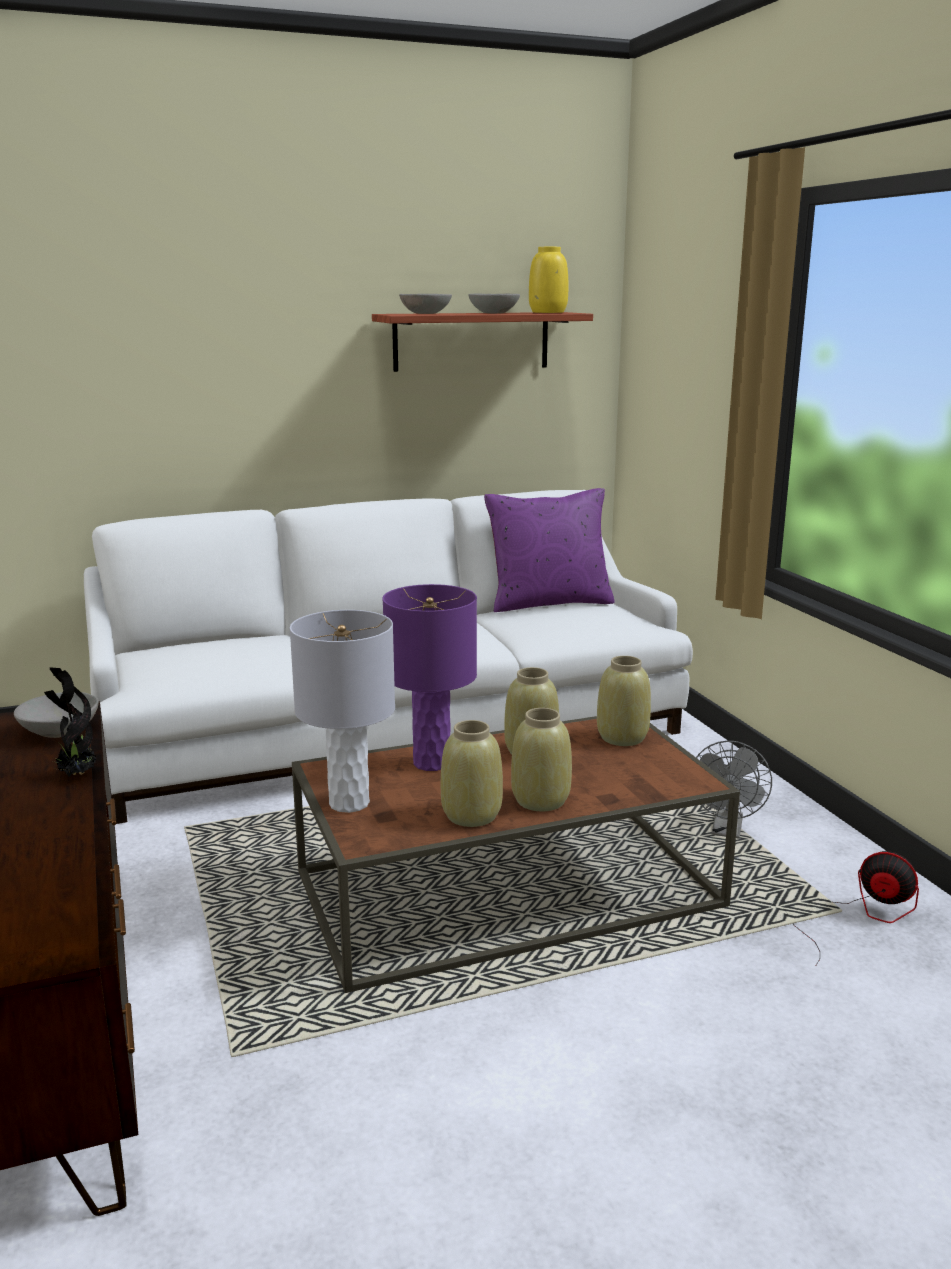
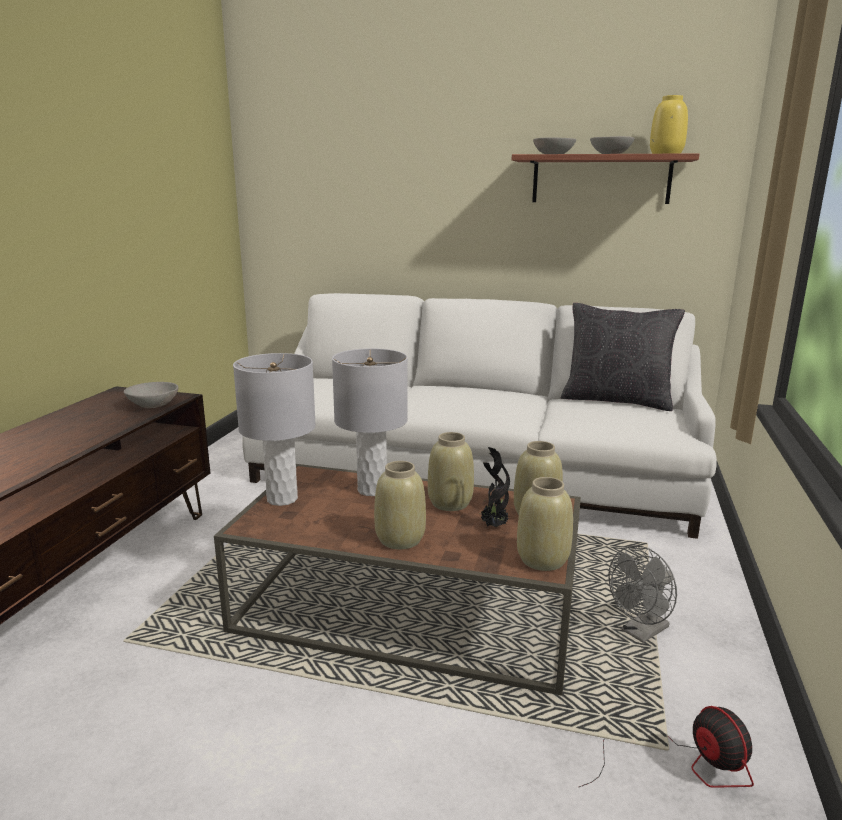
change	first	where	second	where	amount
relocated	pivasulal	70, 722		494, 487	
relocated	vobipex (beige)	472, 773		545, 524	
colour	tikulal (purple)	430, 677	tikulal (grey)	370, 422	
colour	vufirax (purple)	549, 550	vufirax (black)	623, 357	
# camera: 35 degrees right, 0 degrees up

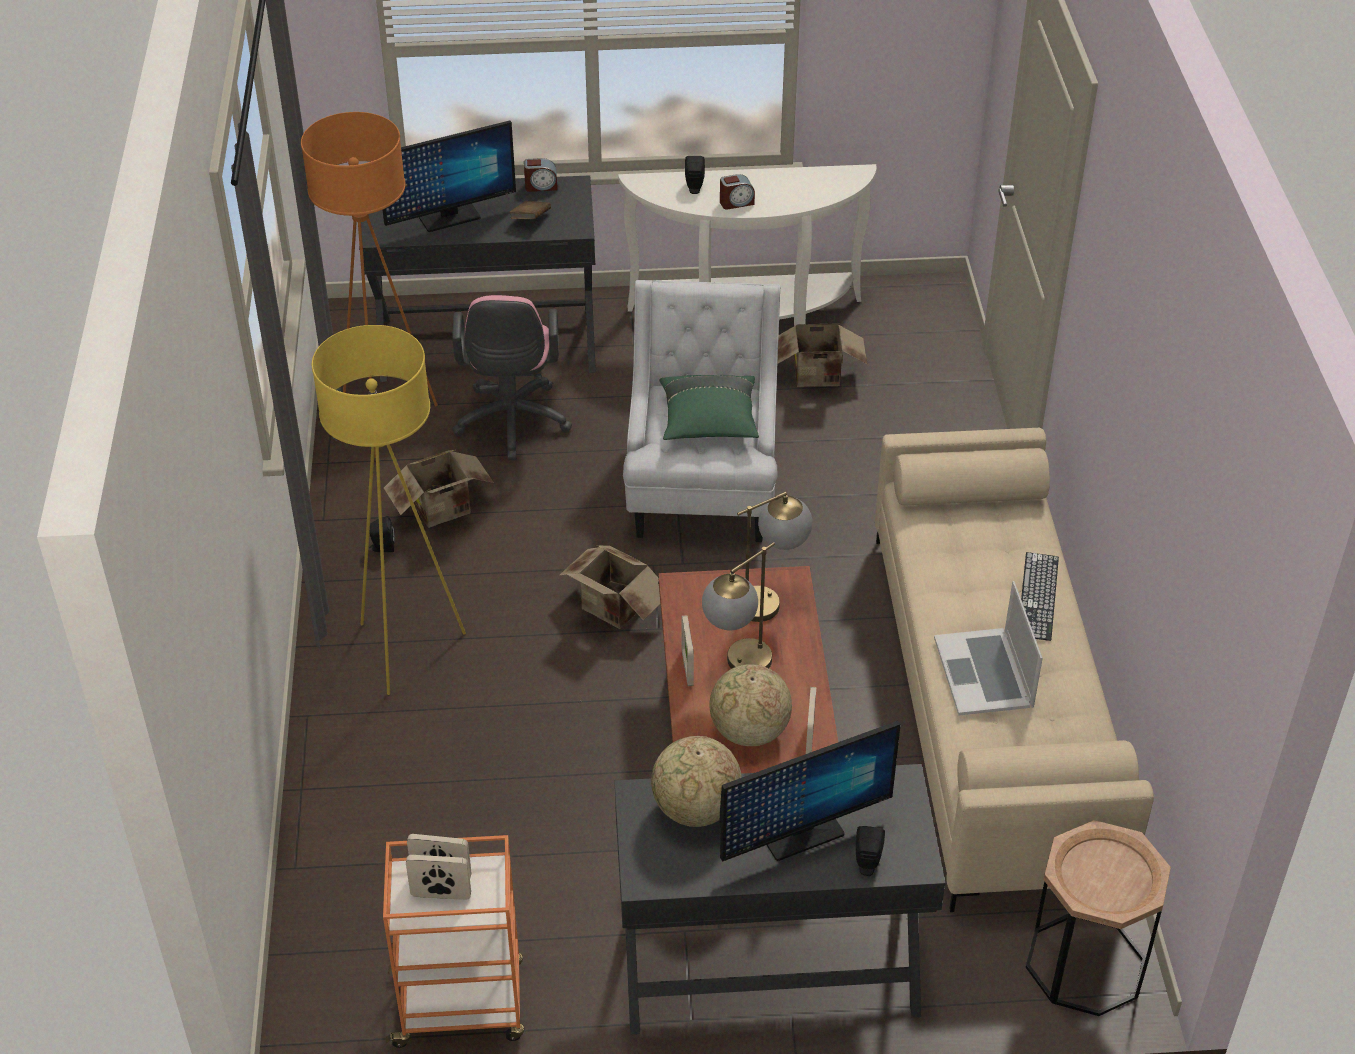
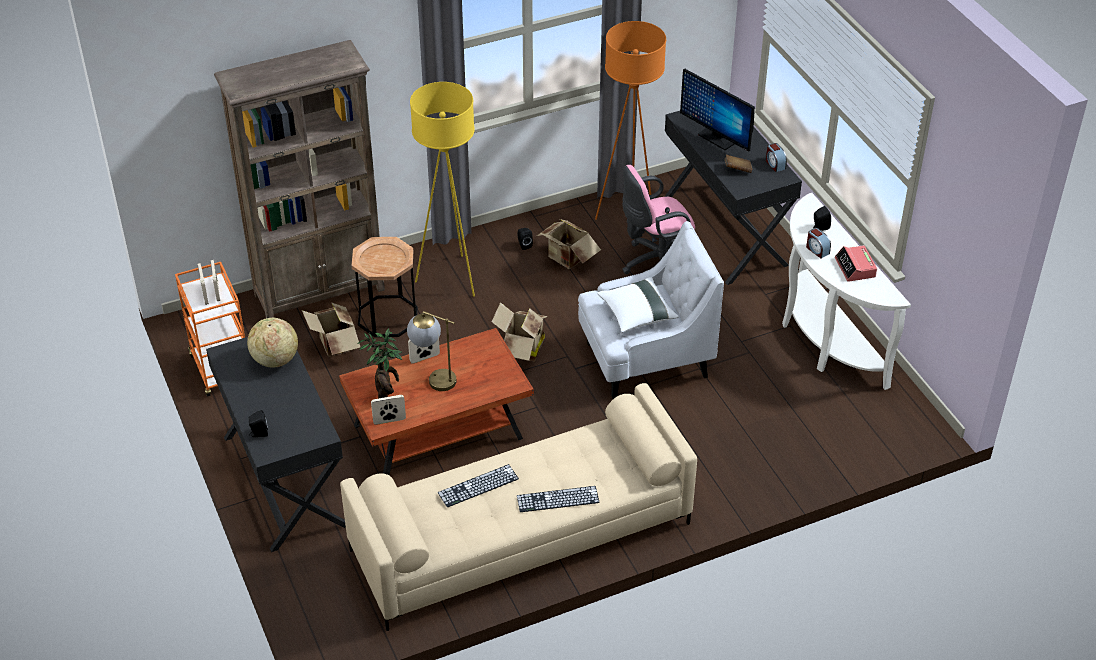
change	first	where	second	where	amount
missing	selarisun	810, 791			
missing	tikulal	774, 557			
appeared			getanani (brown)	299, 179	
appeared			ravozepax	856, 263	
relocated	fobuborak	822, 355		331, 329	
relocated	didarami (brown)	1098, 918		385, 287	
exchanged	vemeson	750, 705	pivasulal	380, 364	
exchanged	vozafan	988, 648	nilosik	478, 485	
colour	vufirax (green)	709, 407	vufirax (white)	638, 305	
# camera: 70 degrees right, 0 degrees up

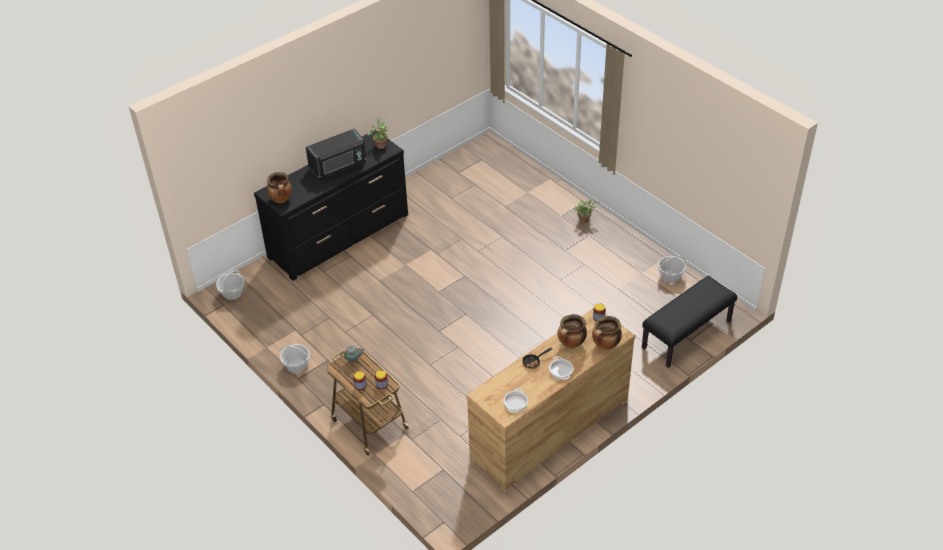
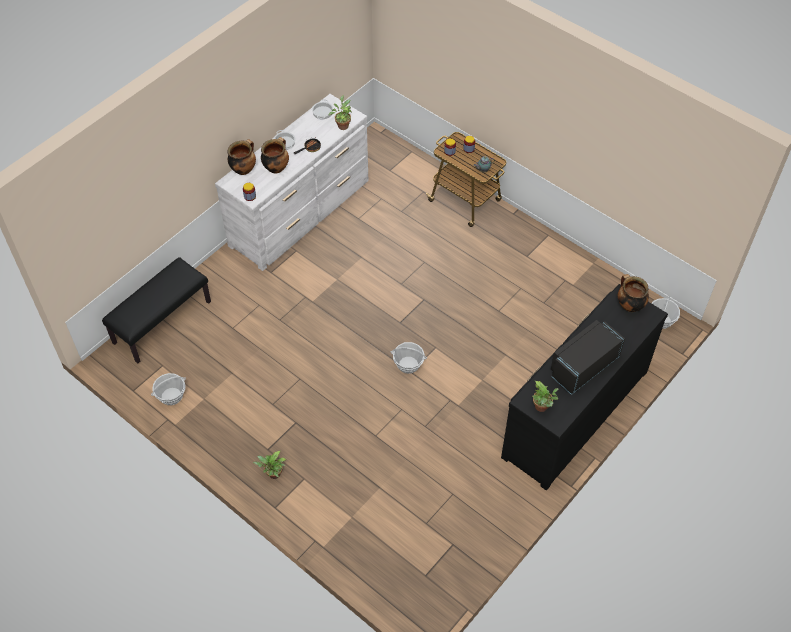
change	first	where	second	where	amount
appeared			pivasulal	340, 112	
relocated	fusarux	294, 358		409, 358	
colour	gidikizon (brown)	550, 400	gidikizon (white)	291, 182	
# camera: 170 degrees right, 10 degrees up

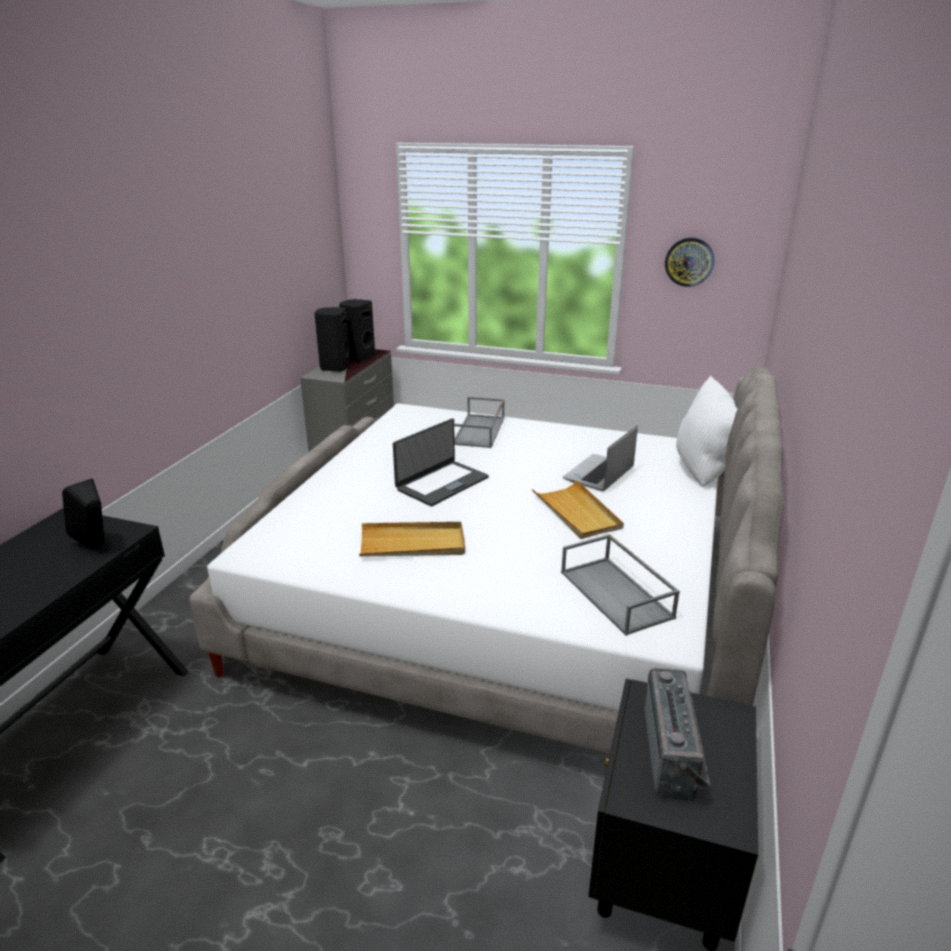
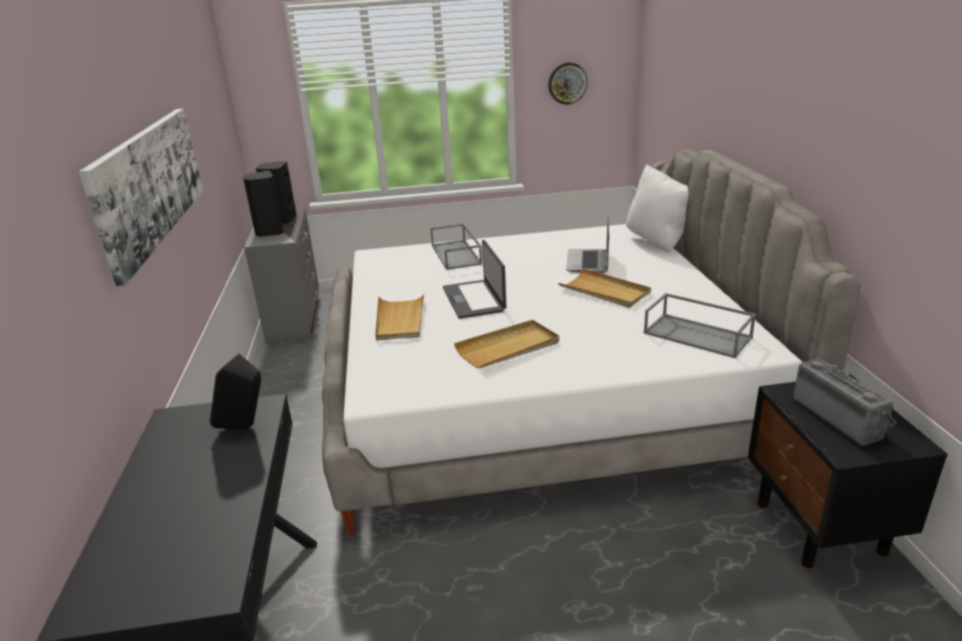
change	first	where	second	where	amount
appeared			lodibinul	141, 197	
appeared			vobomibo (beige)	399, 317	
spun	vozafan	441, 462		474, 279	150 degrees clockwise
# camera: 25 degrees left, 0 degrees up

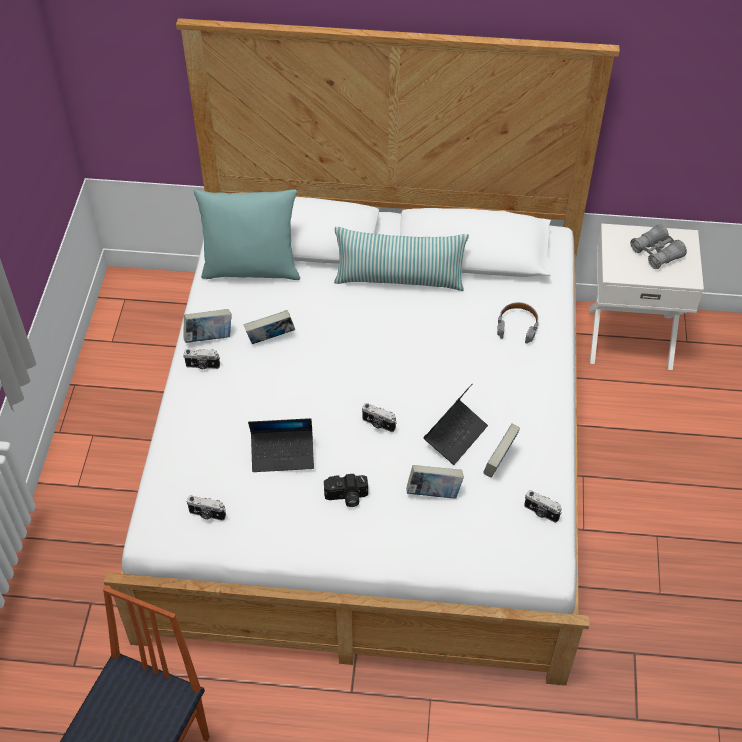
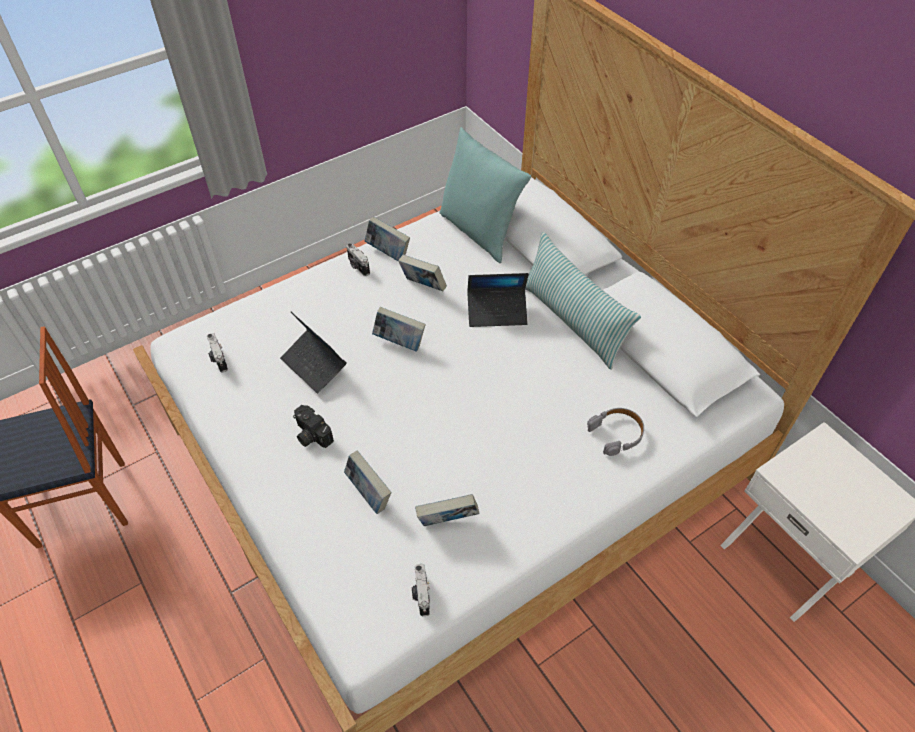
change	first	where	second	where	amount
missing	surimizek	379, 417			
missing	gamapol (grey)	658, 246			
appeared			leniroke	399, 329	
relocated	vozafan	455, 424		498, 300	
# camera: 50 degrees right, 0 degrees up

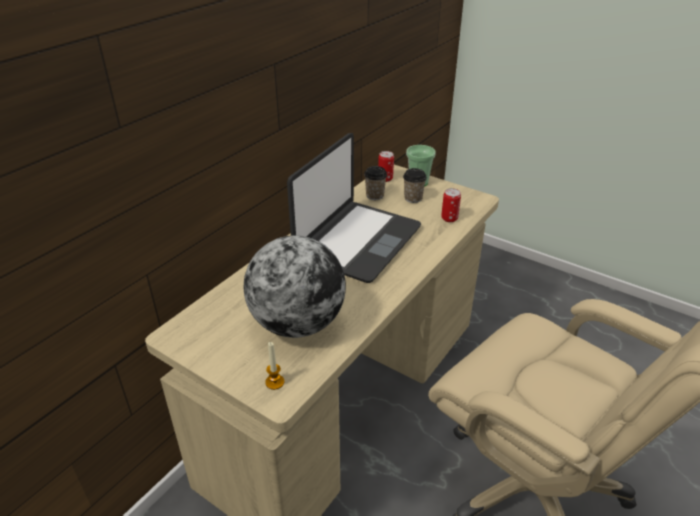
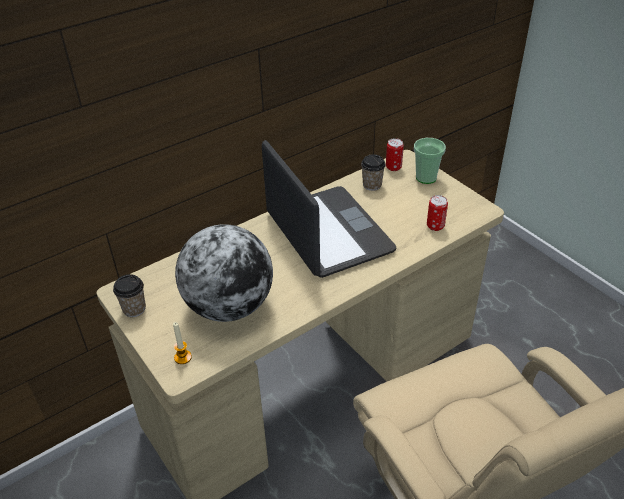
change	first	where	second	where	amount
relocated	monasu	415, 185		129, 295	
spun	vozafan	354, 208		329, 209	75 degrees counterclockwise
# camera: 20 degrees right, 5 degrees up

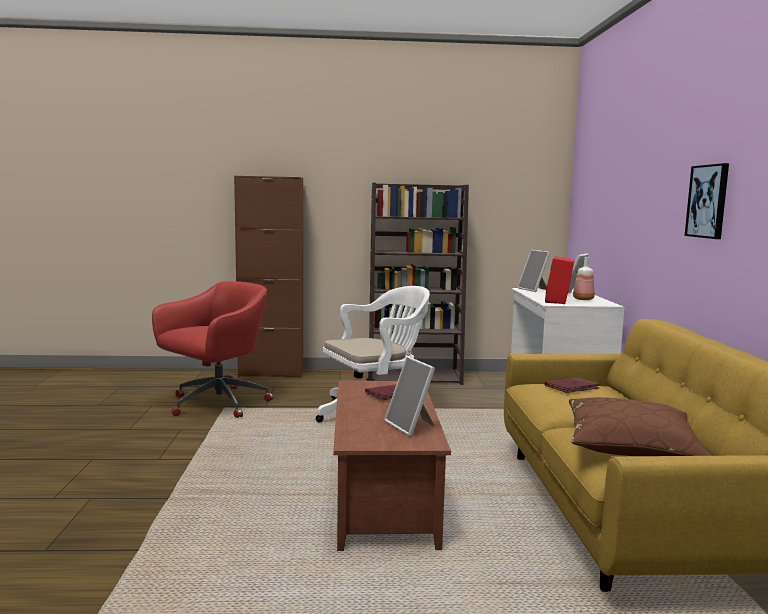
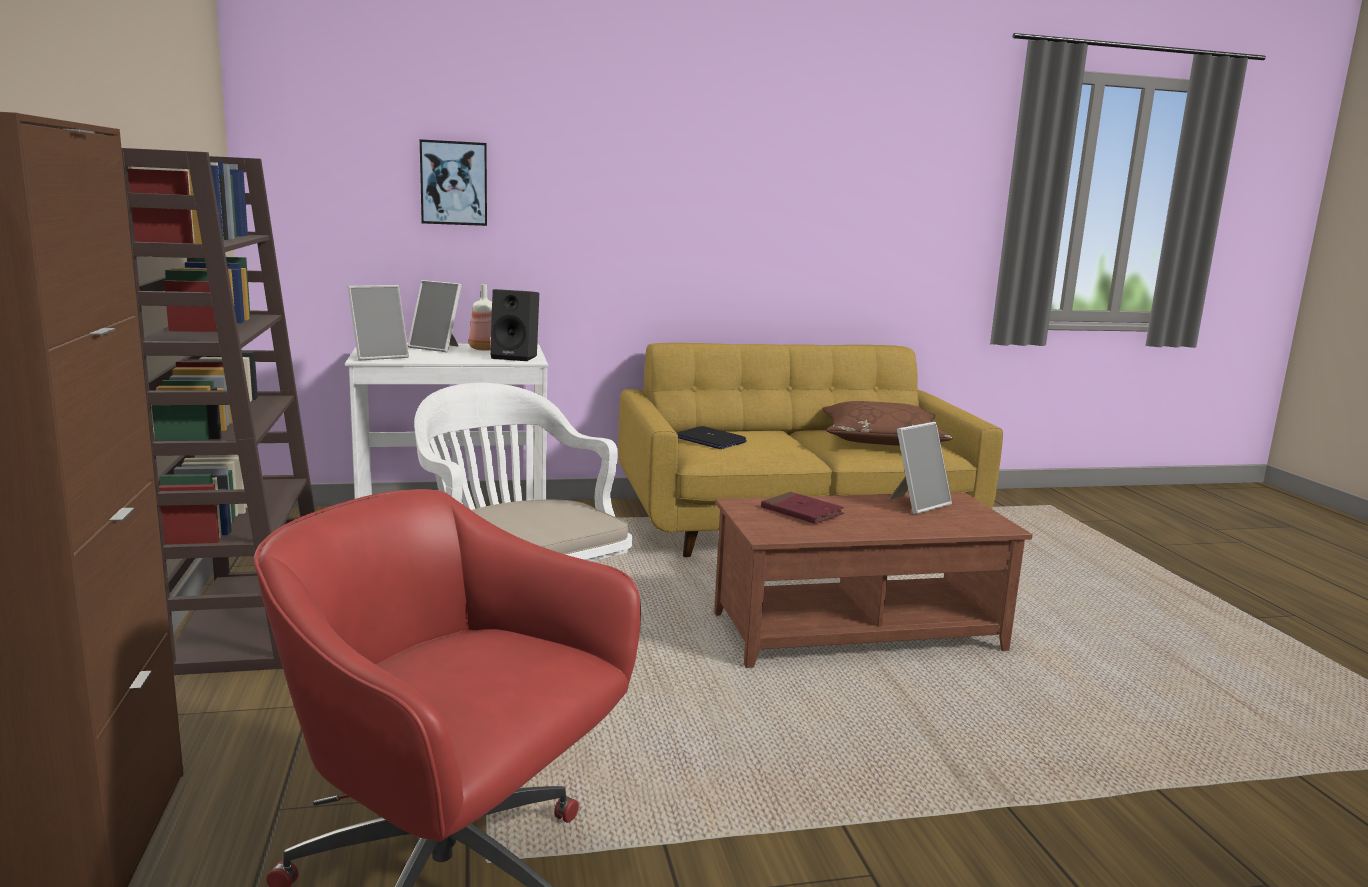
change	first	where	second	where	amount
relocated	lodibinul	707, 201		453, 182	
exchanged	leniroke (red)	572, 385	vozafan	712, 437	
colour	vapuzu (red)	559, 280	vapuzu (black)	514, 325	
# camera: 100 degrees left, 5 degrees up

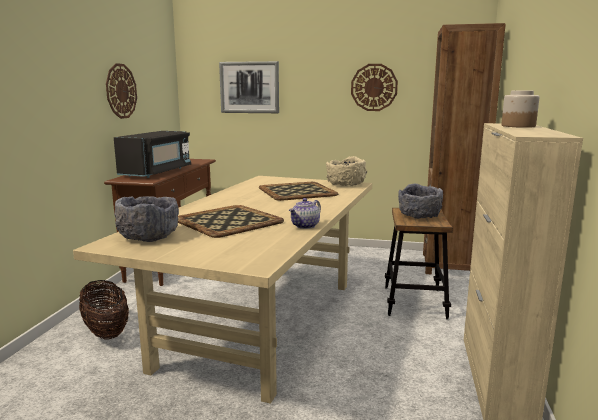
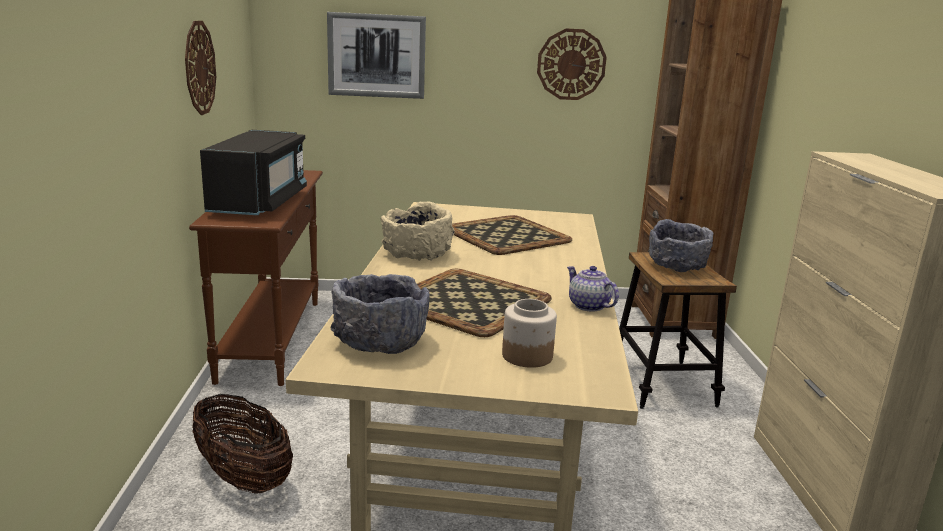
change	first	where	second	where	amount
relocated	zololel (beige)	346, 171		418, 231	
relocated	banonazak	520, 109		529, 333	
spun	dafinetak	305, 213		593, 289	120 degrees clockwise
# camera: 15 degrees left, 5 degrees up

